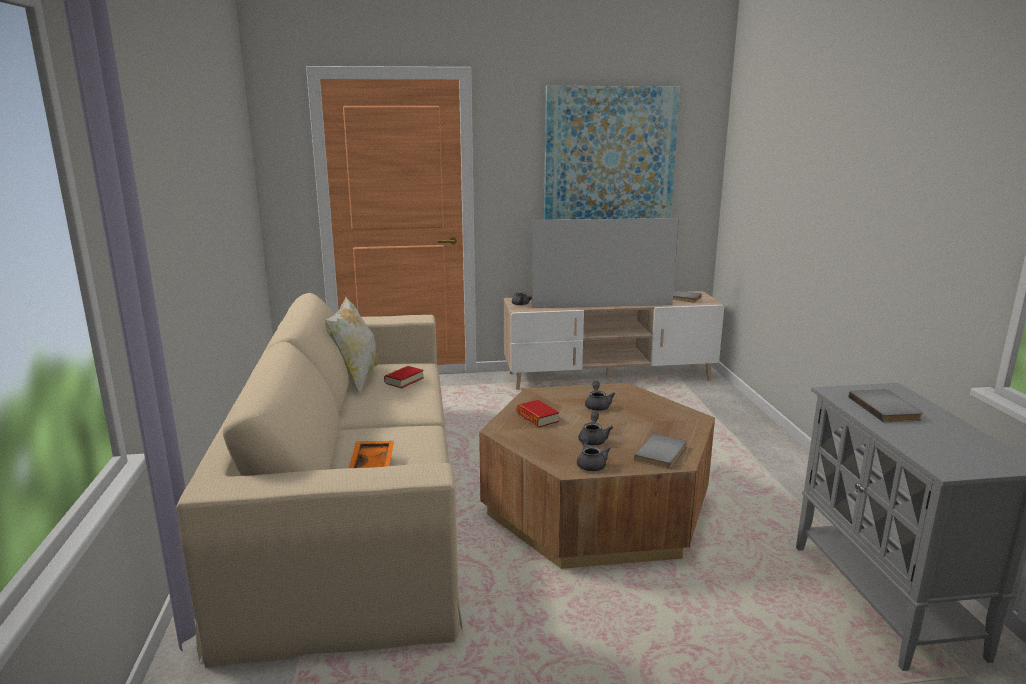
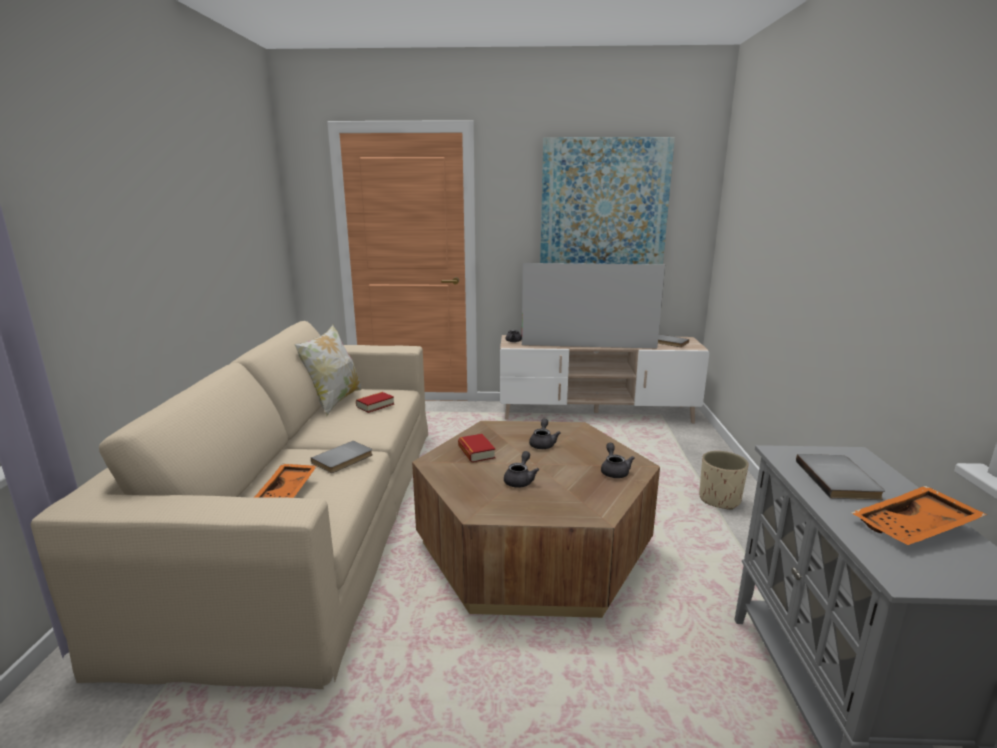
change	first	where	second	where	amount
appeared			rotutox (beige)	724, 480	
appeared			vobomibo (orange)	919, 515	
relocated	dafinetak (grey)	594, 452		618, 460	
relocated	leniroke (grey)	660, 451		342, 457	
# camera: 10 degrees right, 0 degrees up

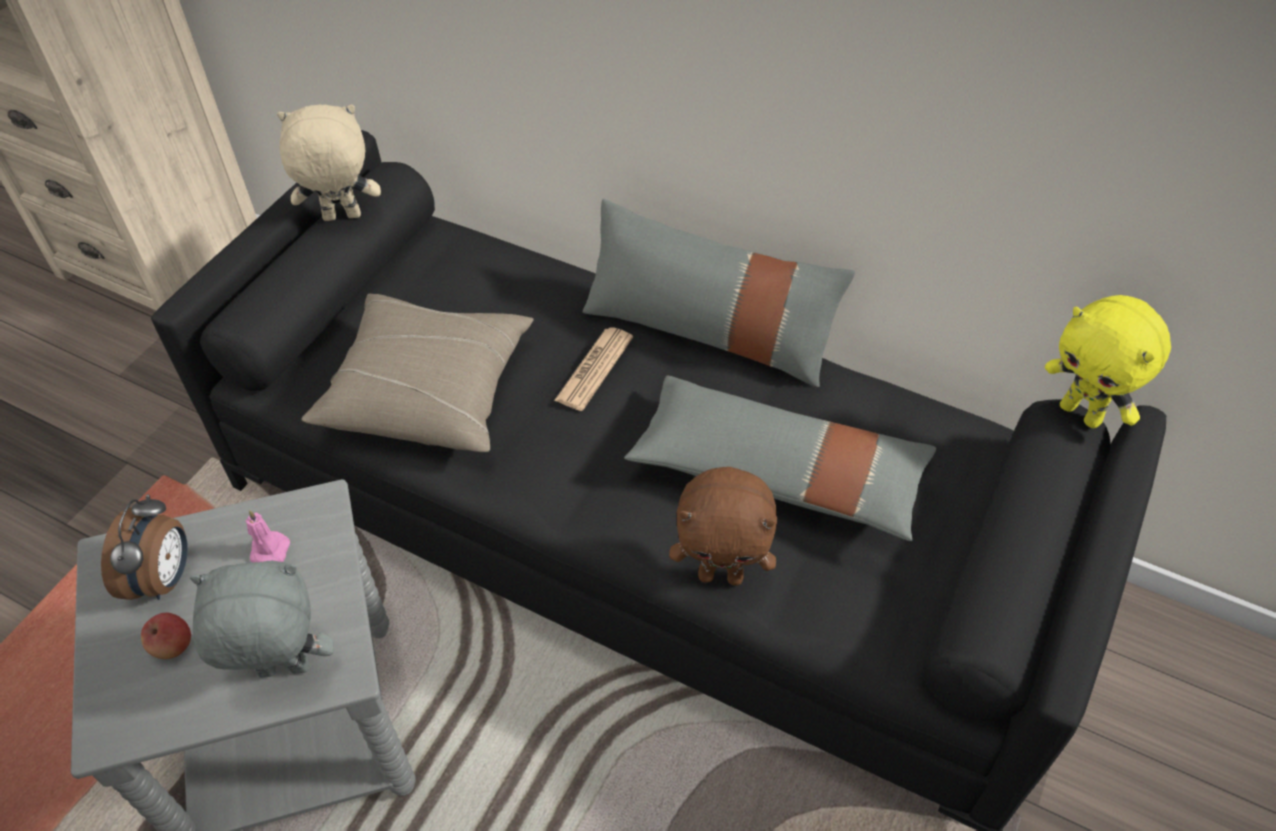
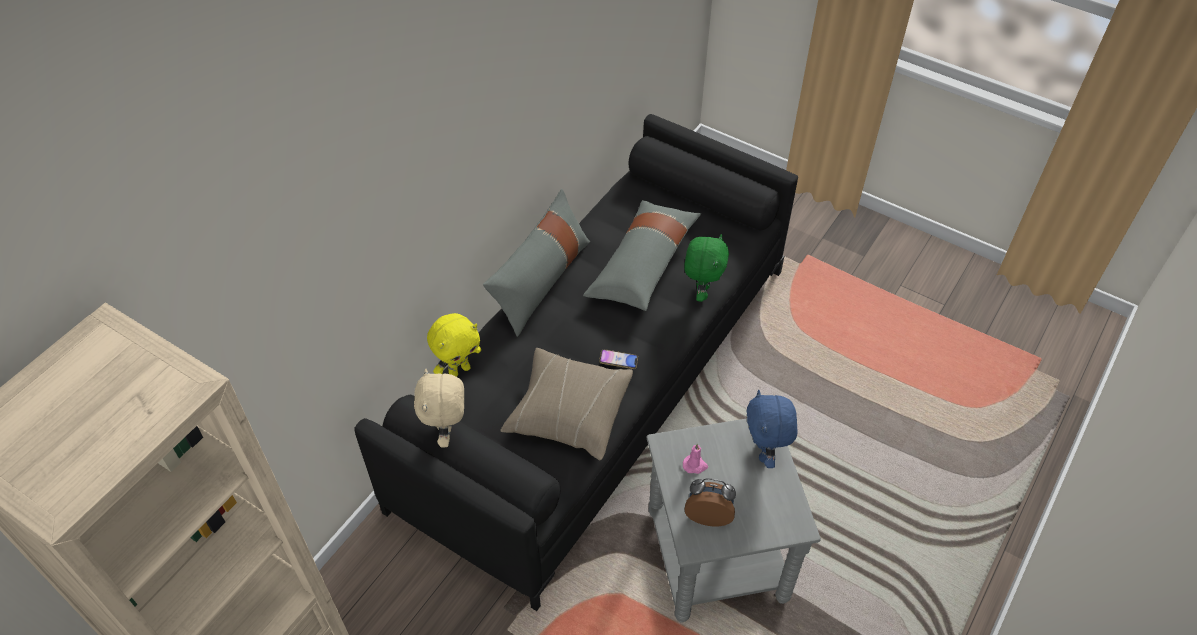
change	first	where	second	where	amount
missing	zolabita	166, 636			
missing	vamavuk	593, 369			
appeared			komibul	618, 359	
relocated	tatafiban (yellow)	1108, 361		454, 345	
colour	tatafiban (grey)	262, 619	tatafiban (blue)	772, 429	
colour	tatafiban (brown)	723, 526	tatafiban (green)	706, 268	
# camera: 85 degrees left, 0 degrees up

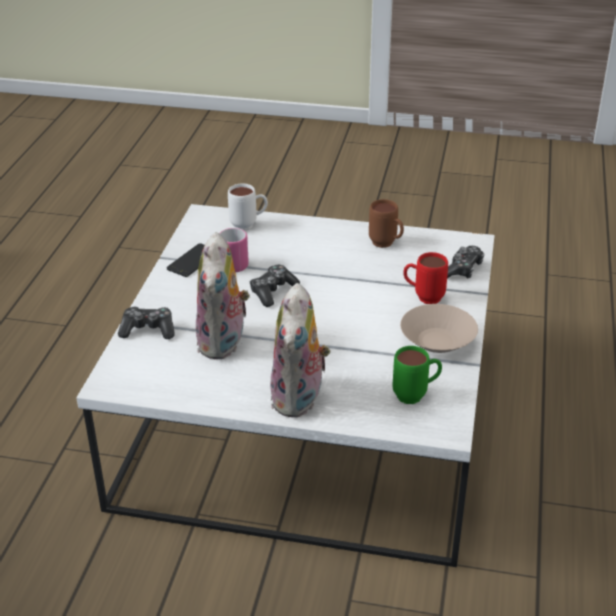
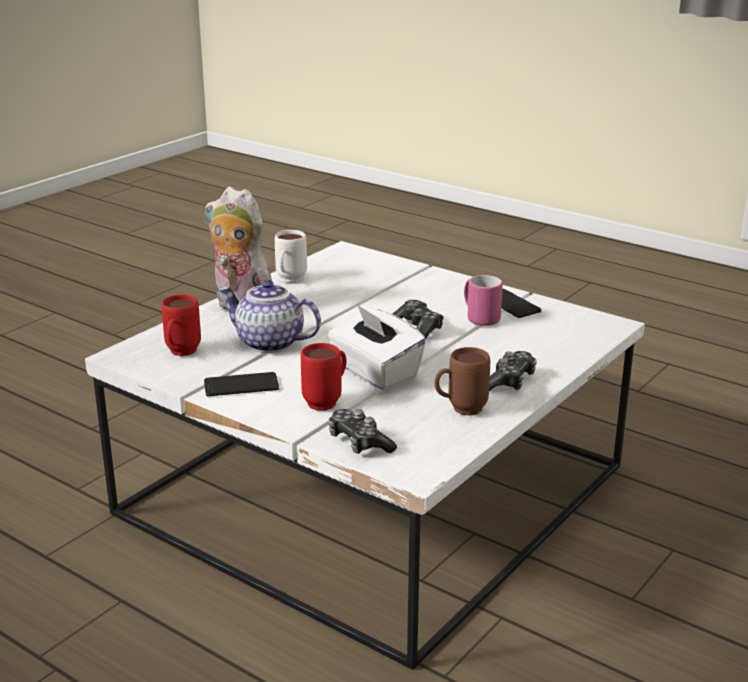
change	first	where	second	where	amount
missing	tatafiban	223, 295			
appeared			dafinetak	269, 316	
appeared			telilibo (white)	377, 347	
relocated	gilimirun	146, 322		513, 371	
relocated	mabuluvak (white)	248, 207		291, 256	
exchanged	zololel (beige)	439, 328	komibul	241, 384	
colour	mabuluvak (green)	417, 375	mabuluvak (red)	181, 325	
# camera: 115 degrees right, 10 degrees down

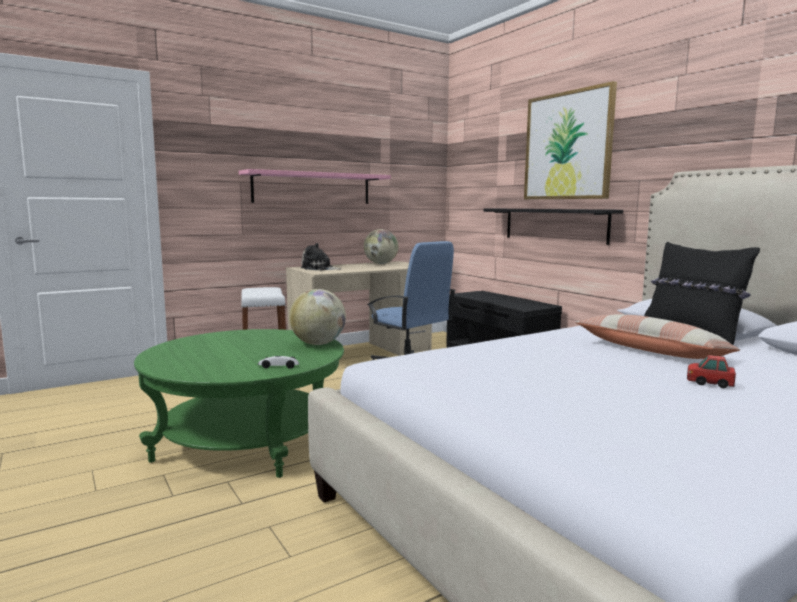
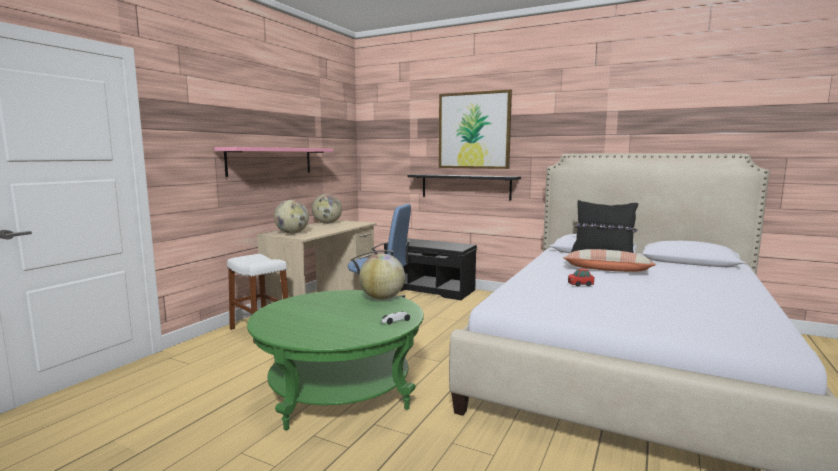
change	first	where	second	where	amount
relocated	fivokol	711, 371		581, 277	
exchanged	tatafiban	321, 256	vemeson	291, 217	
# camera: 30 degrees left, 0 degrees up

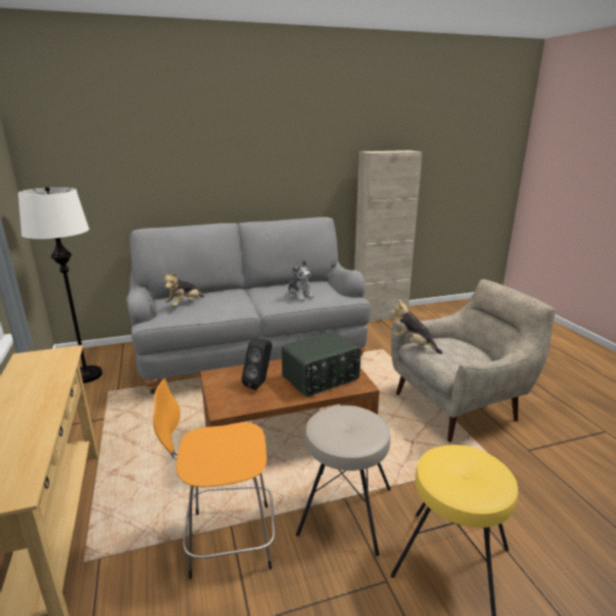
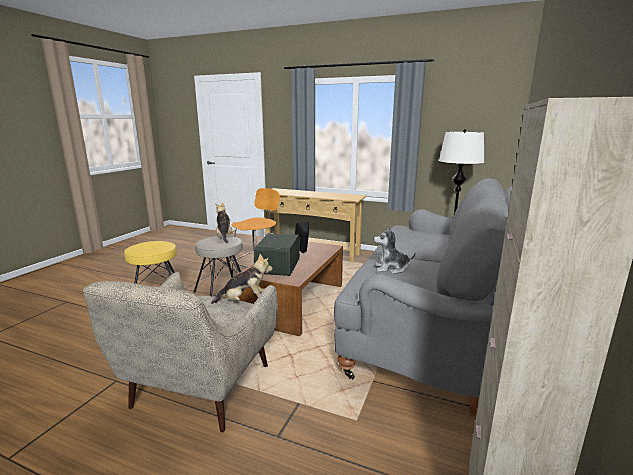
change	first	where	second	where	amount
relocated	tatafiban	183, 289		225, 223	
# camera: 130 degrees right, 5 degrees down

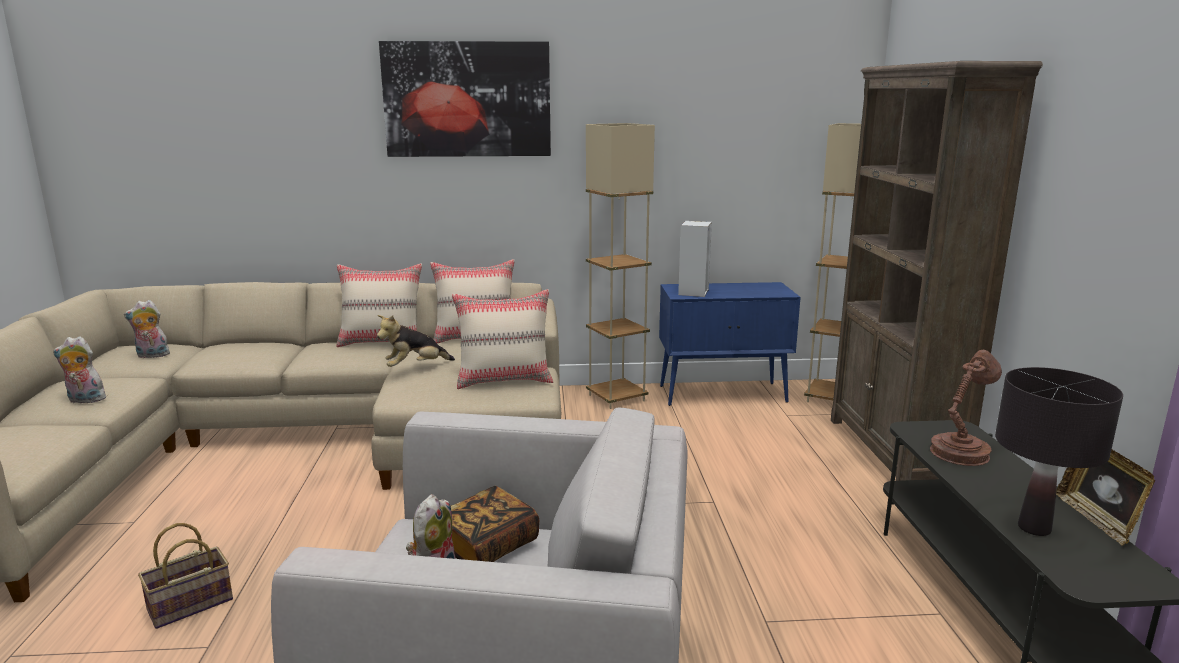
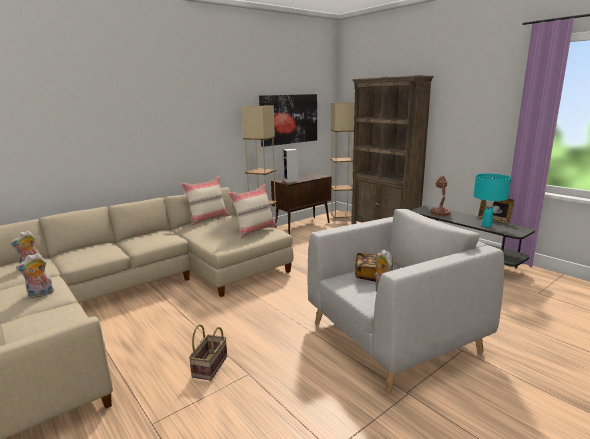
change	first	where	second	where	amount
missing	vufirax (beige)	379, 305			
missing	tatafiban	416, 341			
relocated	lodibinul	465, 99		288, 120	
colour	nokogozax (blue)	730, 344	nokogozax (brown)	301, 203	
colour	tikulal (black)	1059, 451	tikulal (turquoise)	492, 200	
# camera: 35 degrees left, 0 degrees up

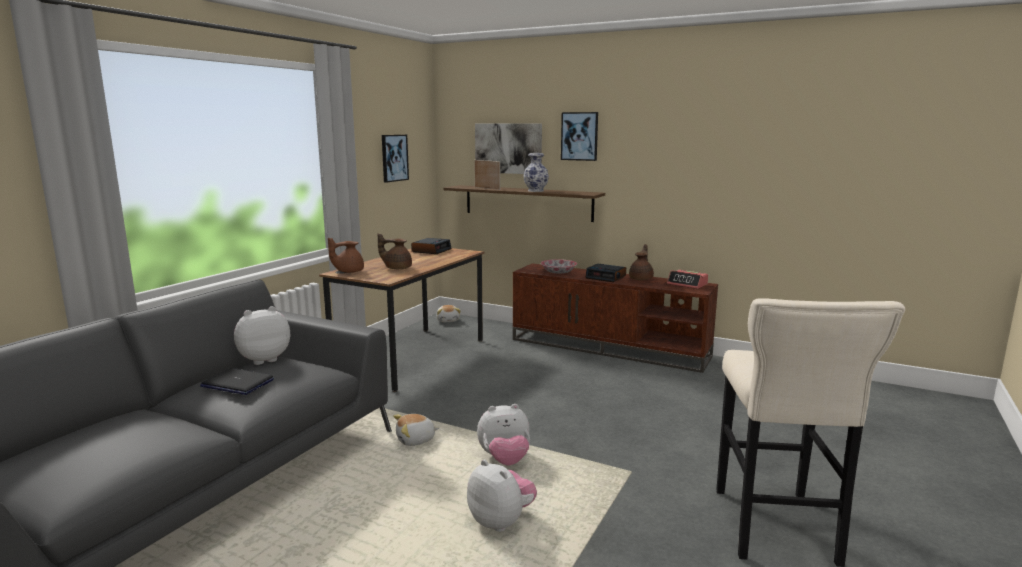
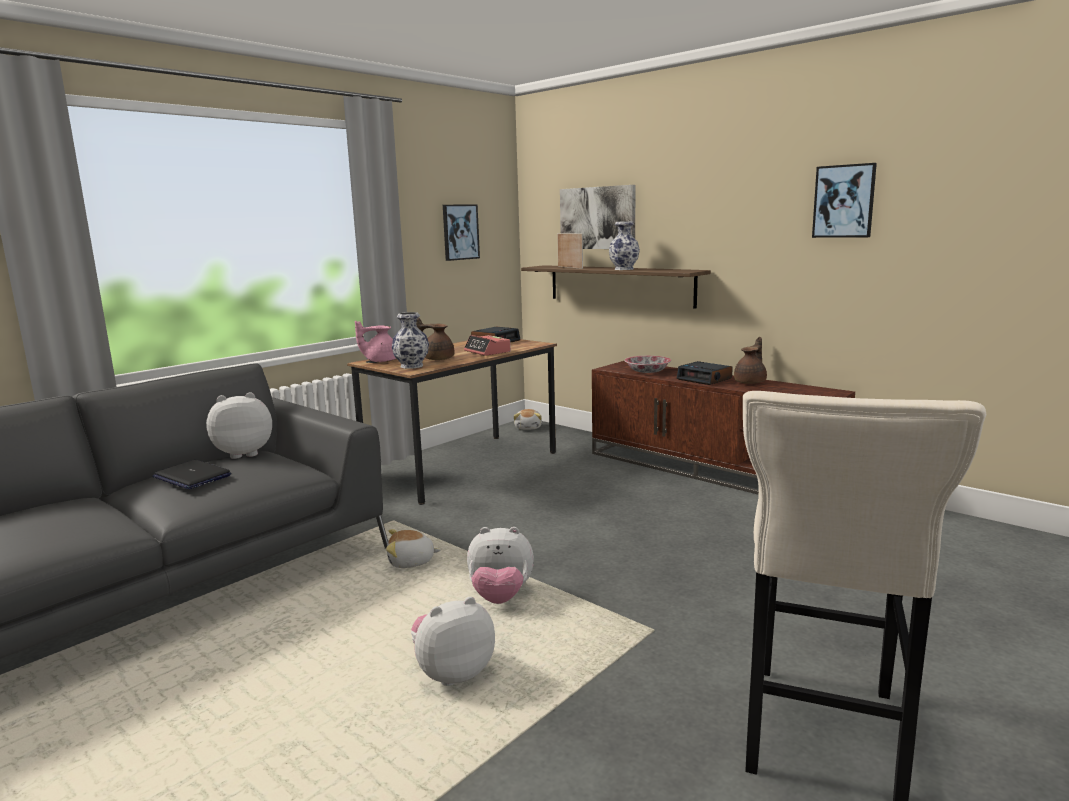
change	first	where	second	where	amount
appeared			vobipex	410, 340	
relocated	lodibinul	579, 136		844, 200	
relocated	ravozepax	687, 279		487, 345	
colour	dafinetak (brown)	346, 255	dafinetak (pink)	375, 341	
spun	tatafiban	502, 495		453, 641	90 degrees counterclockwise
# camera: 15 degrees right, 0 degrees up

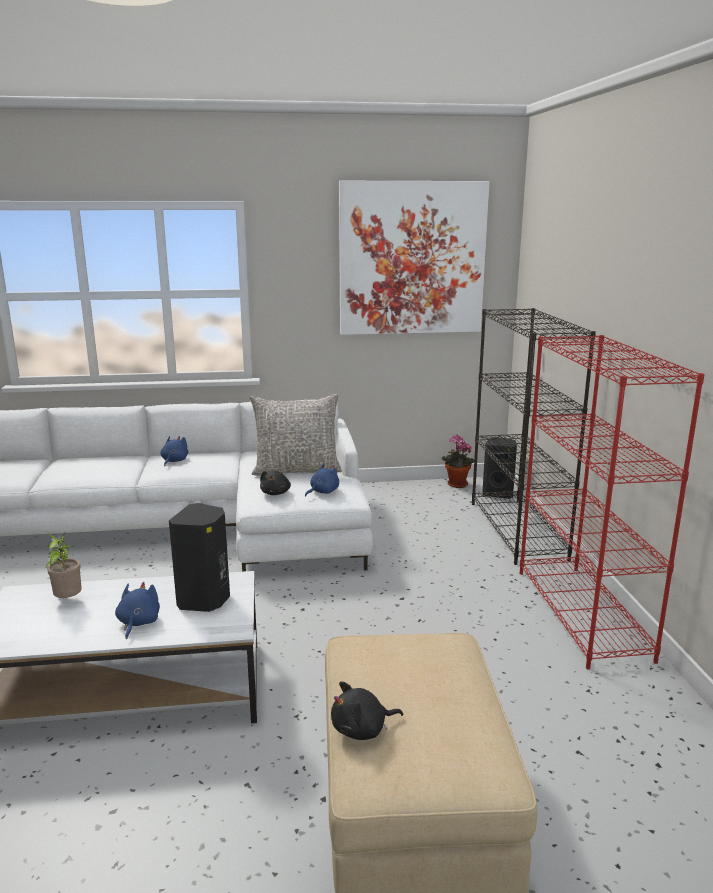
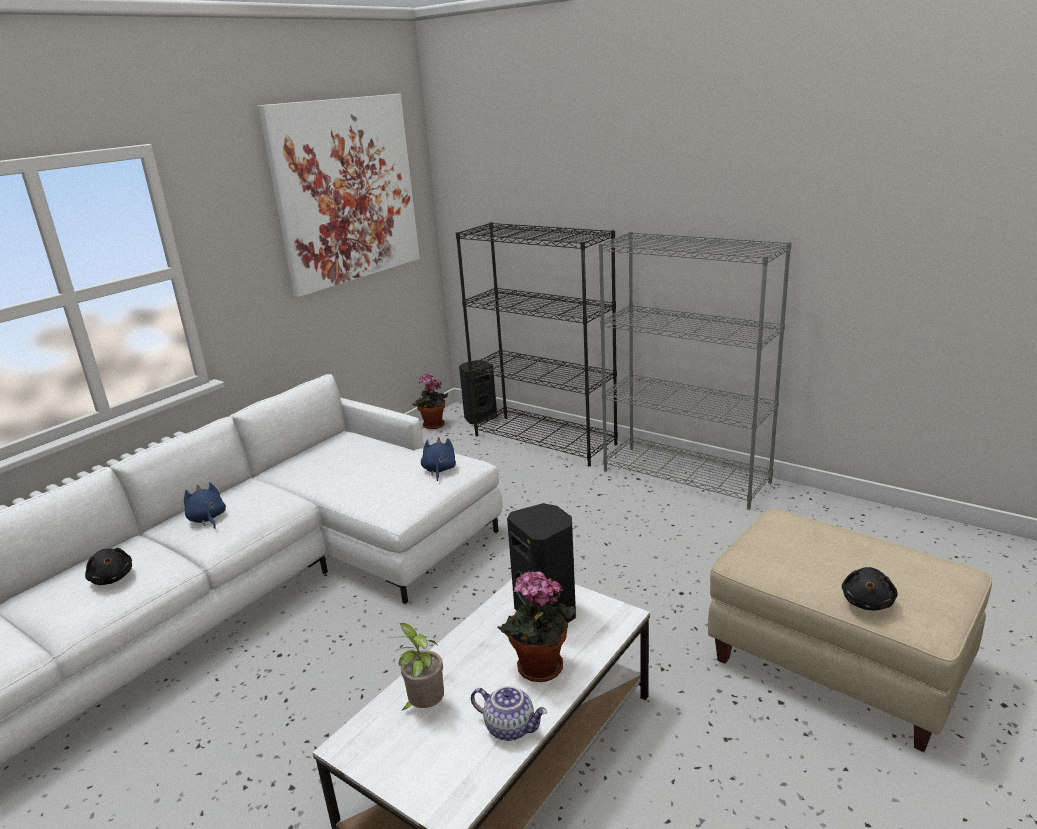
change	first	where	second	where	amount
missing	vufirax (grey)	296, 435			
appeared			dafinetak	509, 713	
relocated	tatafiban (black)	275, 483		108, 566	
exchanged	tatafiban (blue)	137, 610	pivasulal	536, 626	
colour	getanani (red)	612, 502	getanani (grey)	695, 371	
# camera: 45 degrees left, 5 degrees up

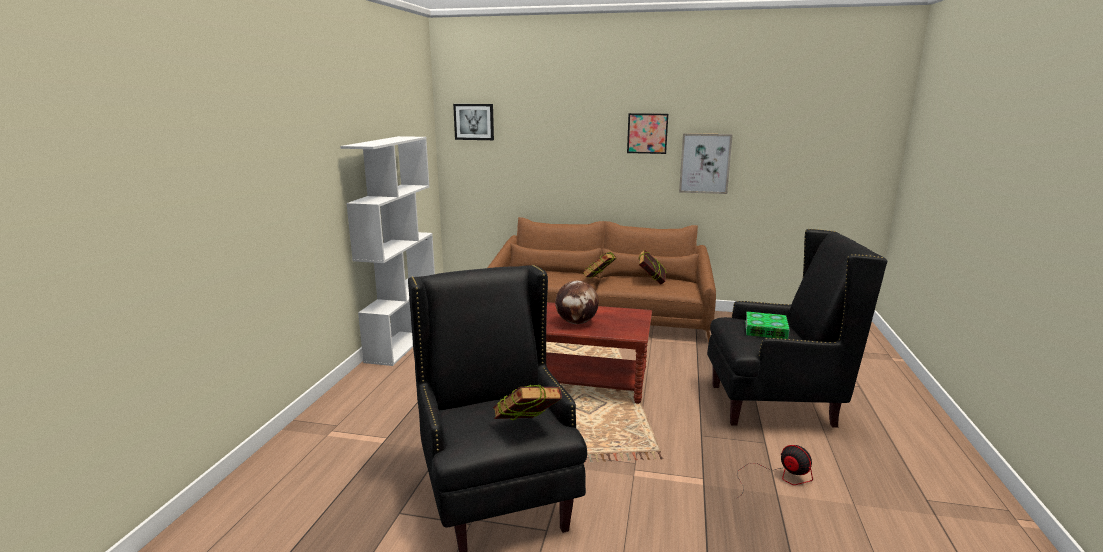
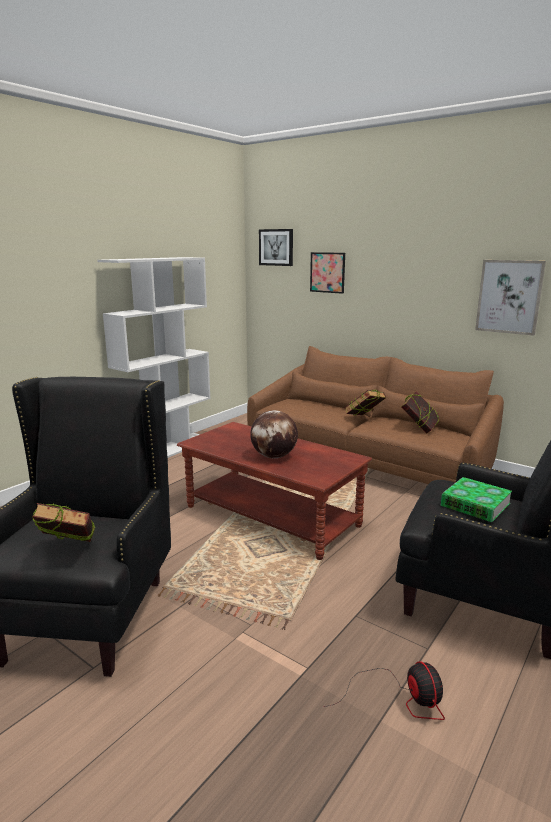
change	first	where	second	where	amount
relocated	lodibinul	647, 133		327, 273	
# camera: 25 degrees right, 0 degrees up

